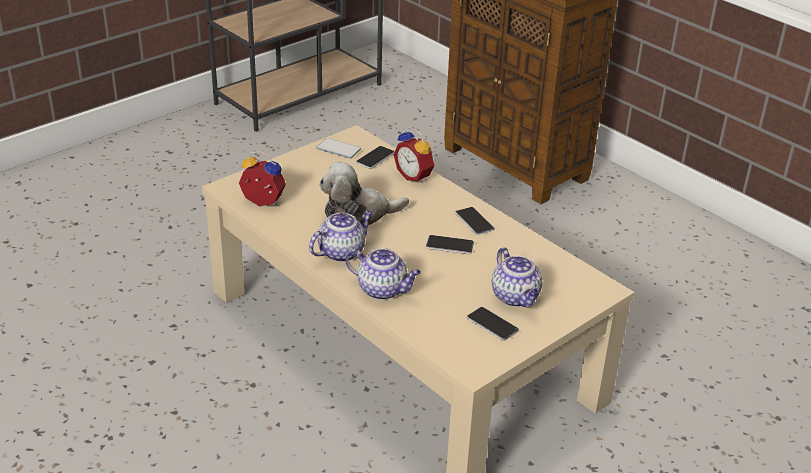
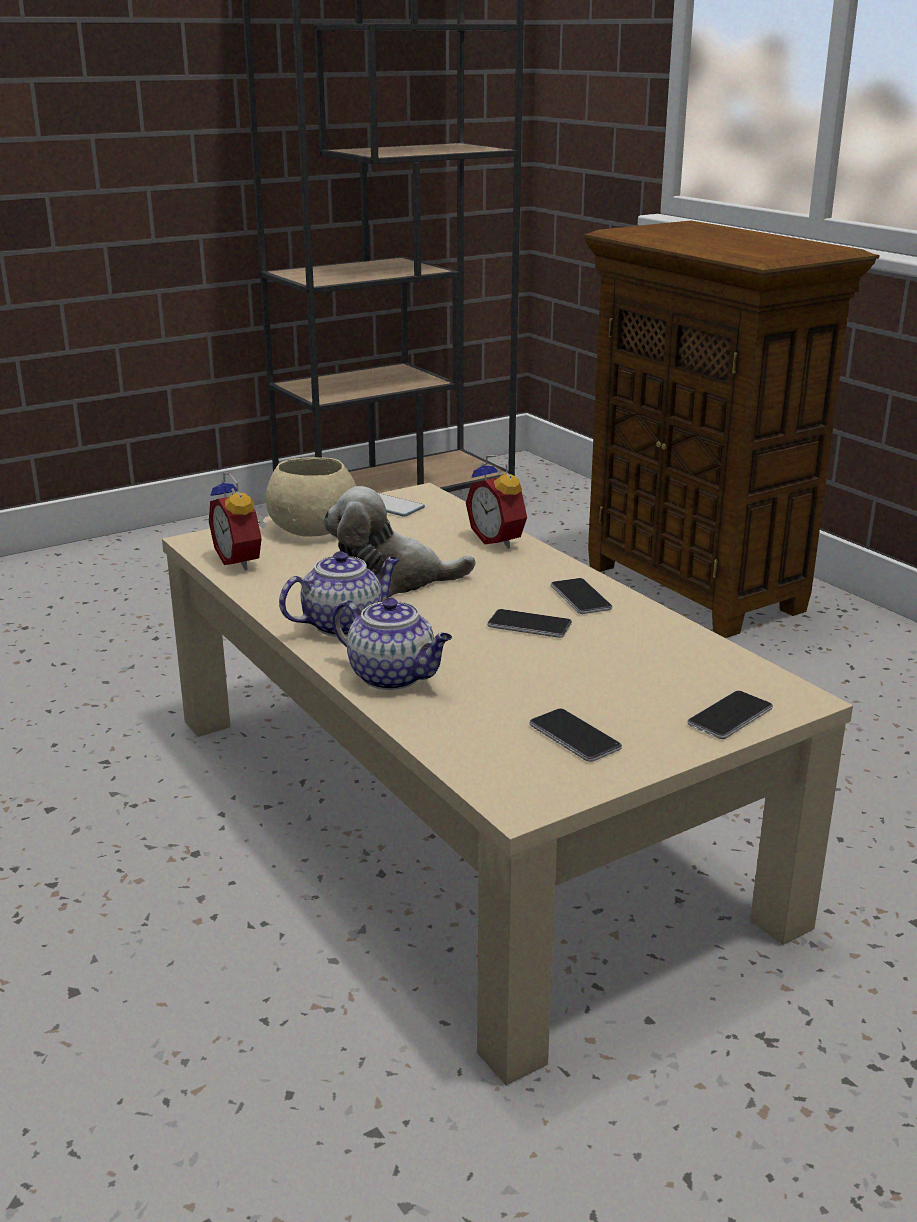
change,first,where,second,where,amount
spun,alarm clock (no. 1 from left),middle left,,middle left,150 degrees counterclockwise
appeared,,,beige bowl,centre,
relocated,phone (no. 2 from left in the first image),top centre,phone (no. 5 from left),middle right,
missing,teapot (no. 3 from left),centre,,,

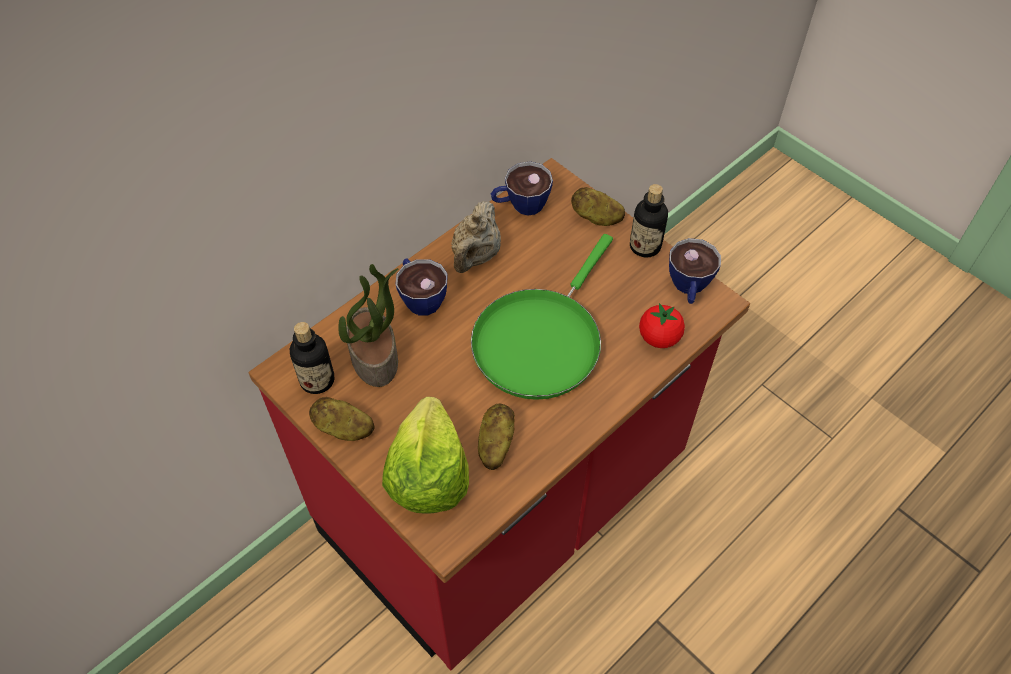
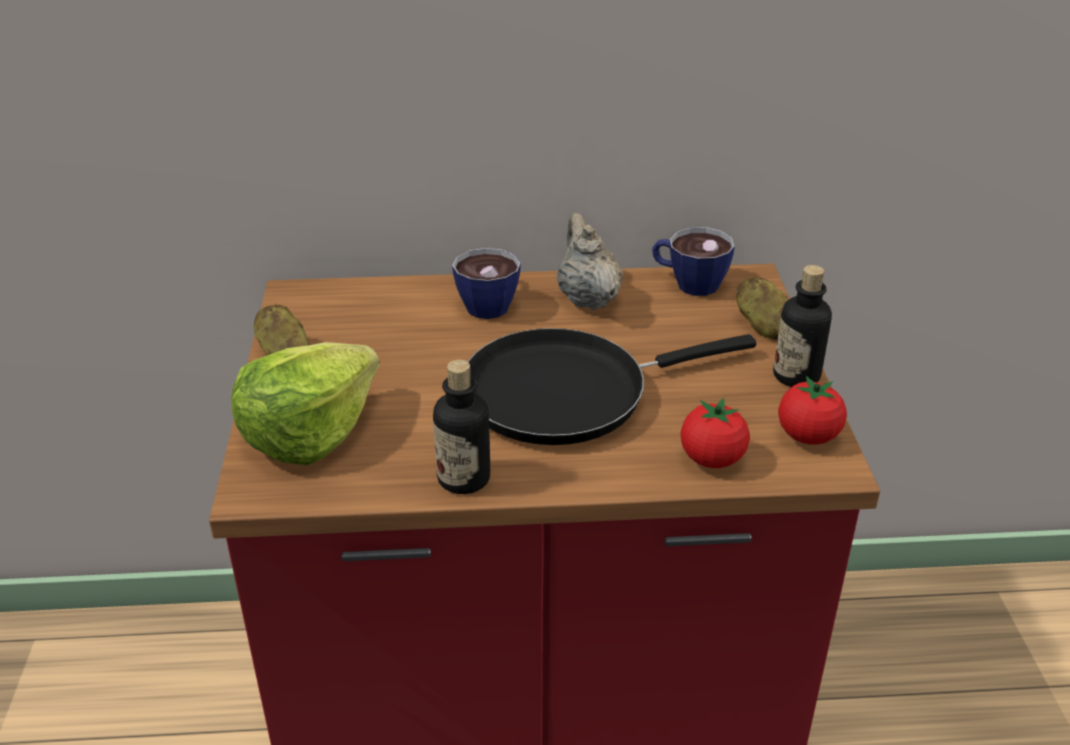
change,first,where,second,where,amount
relocated,bottle (no. 1 from left),middle left,,centre,
colour,green frying pan,centre,black frying pan,centre,
spun,beige teapot,centre,,centre,105 degrees clockwise
exchanged,cup (no. 3 from left),middle right,tomato (no. 2 from left),middle right,
missing,potted plant,centre,,,
missing,potato (no. 2 from left),centre,,,

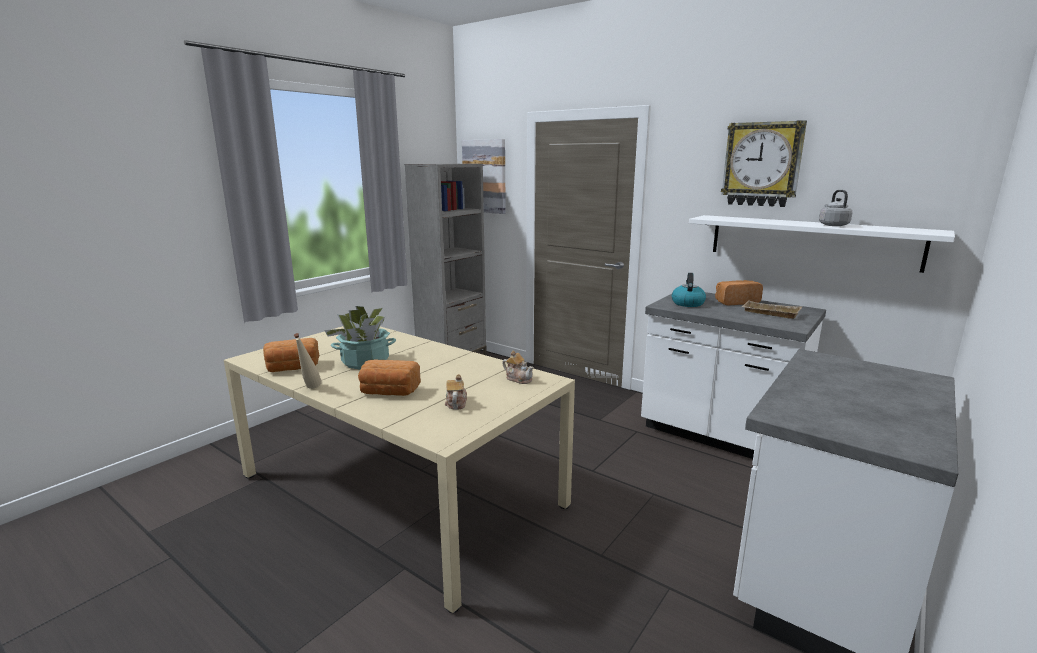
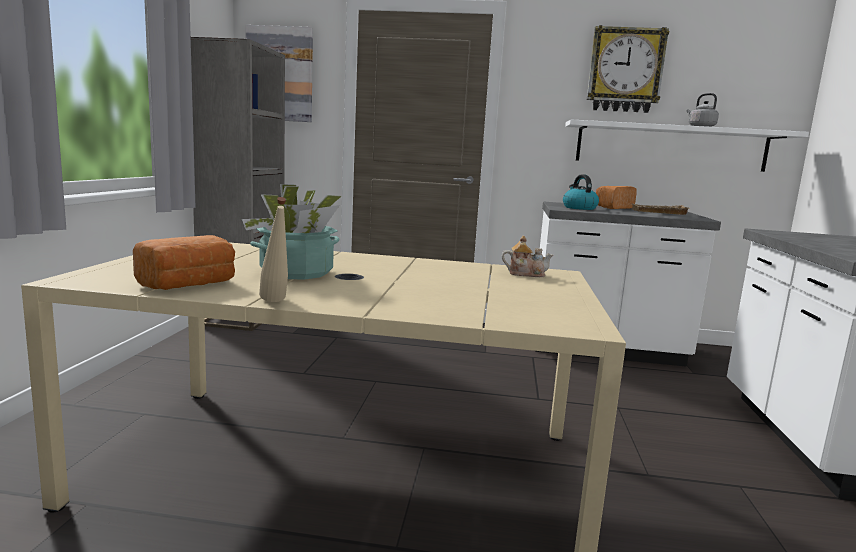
change,first,where,second,where,amount
missing,bread (no. 2 from left),centre,,,
missing,teapot (no. 1 from left),centre,,,

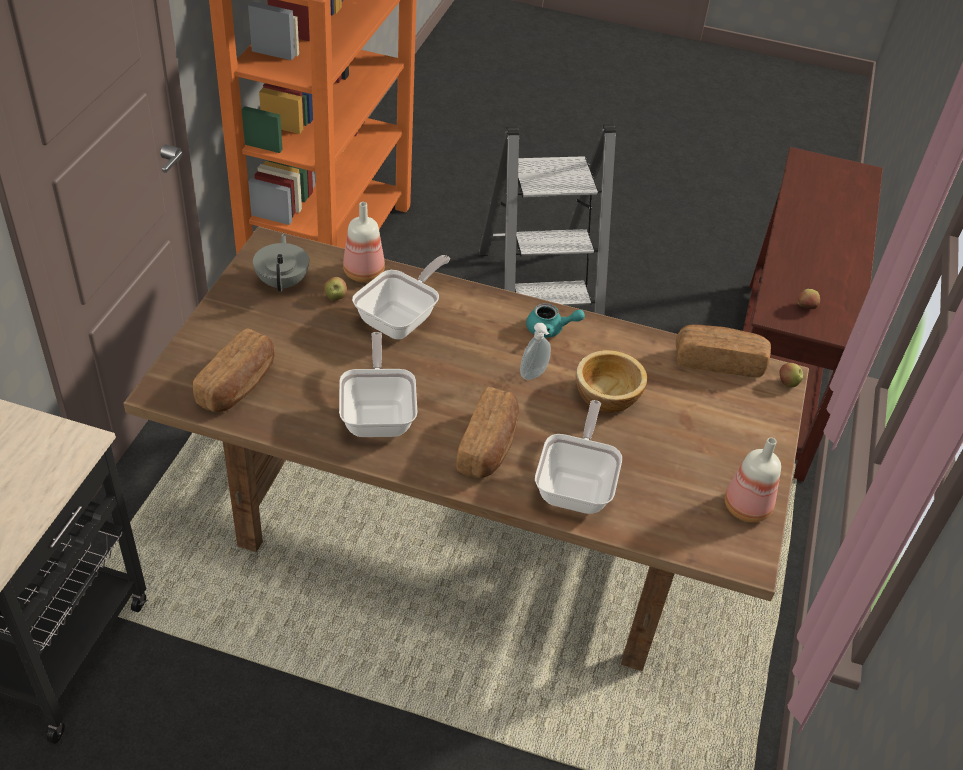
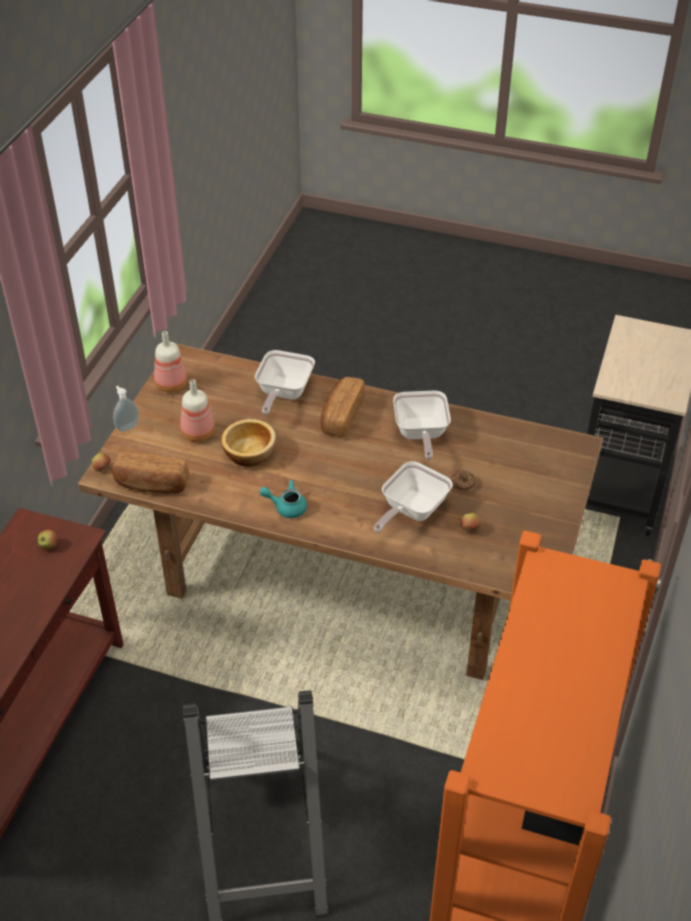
change,first,where,second,where,amount
relocated,soap dispenser,centre,,middle left,
relocated,bottle (no. 1 from left in the first image),top centre,bottle (no. 2 from left),middle left,
appeared,,,donut,middle right,
missing,bread (no. 1 from left),middle left,,,
missing,grey teapot,middle left,,,

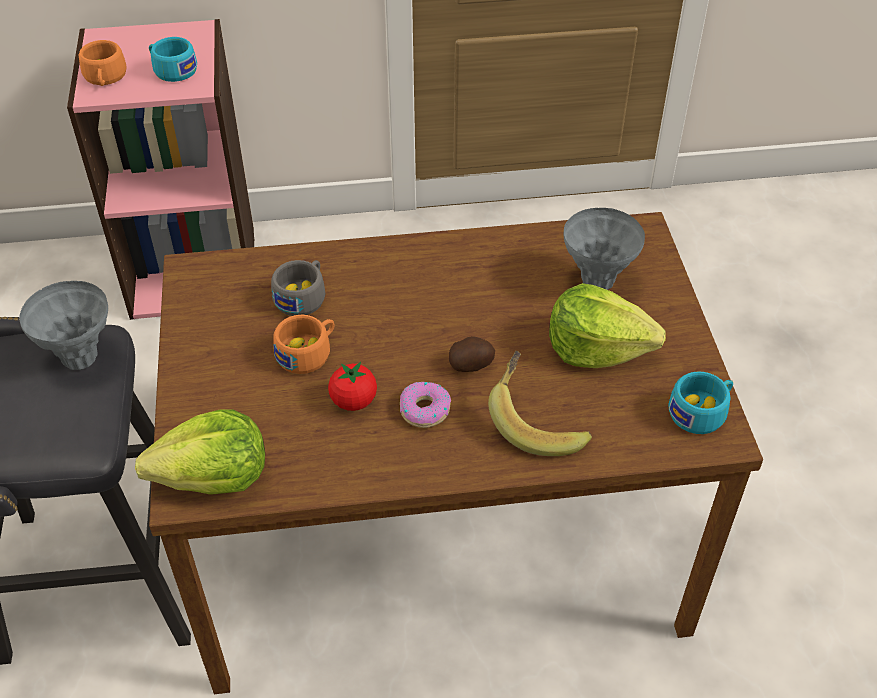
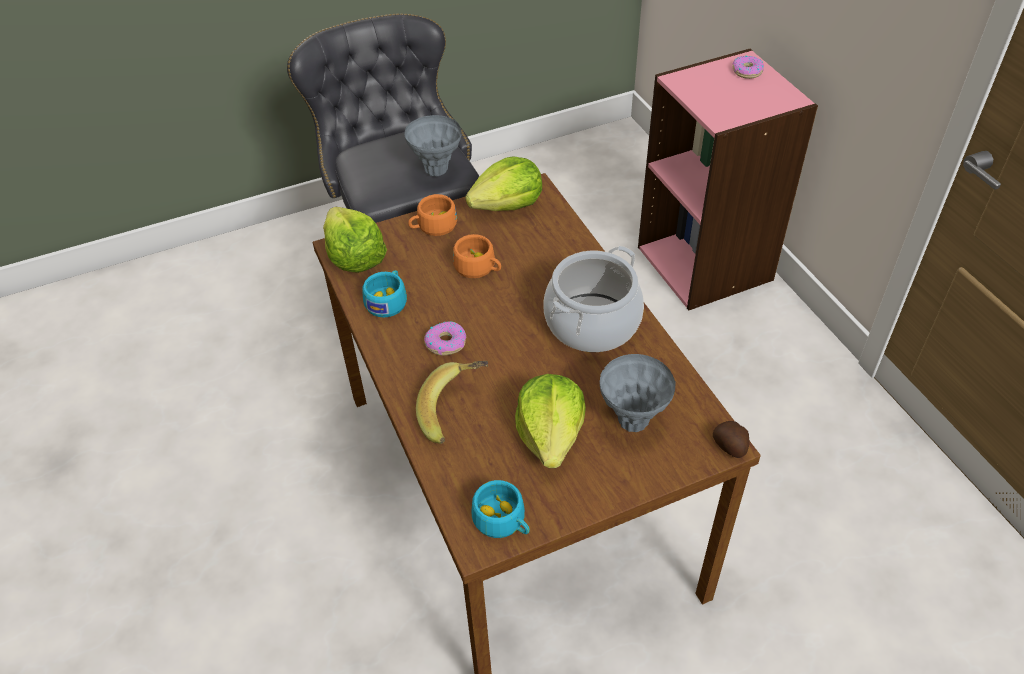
change,first,where,second,where,amount
relocated,turquoise cup (no. 1 from left),top left,,centre,
relocated,orange cup (no. 1 from left),top left,,top centre,
appeared,,,lettuce (no. 2 from left),top centre,
appeared,,,cooking pot,centre,
relocated,potato,centre,,middle right,
appeared,,,donut (no. 2 from left),top right,
missing,grey cup,centre,,,
missing,tomato,centre,,,

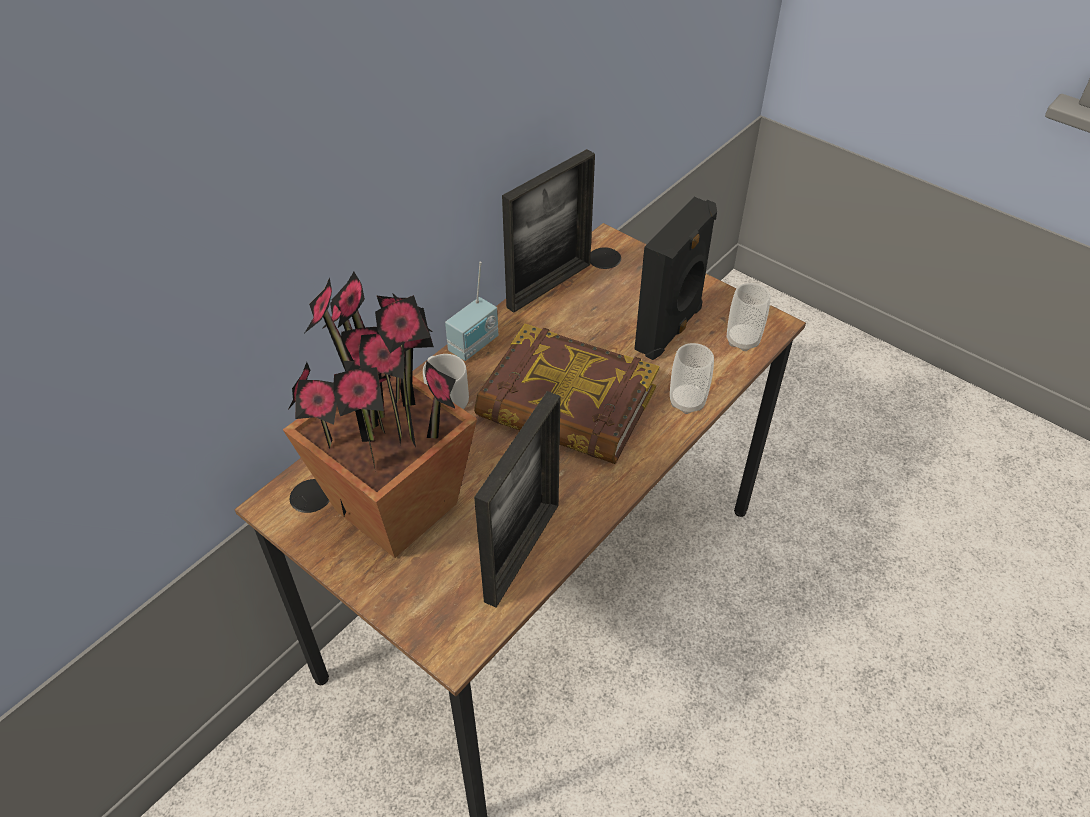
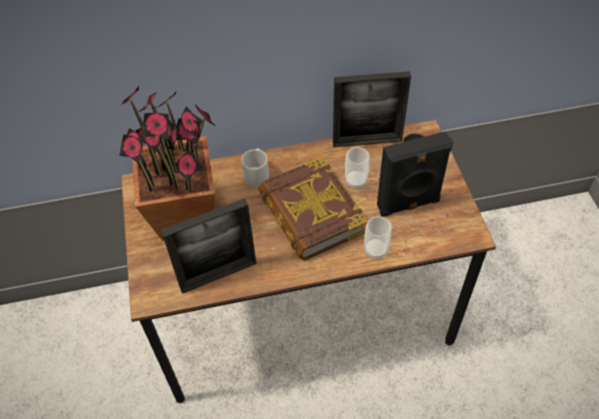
change,first,where,second,where,amount
relocated,cup (no. 2 from left in the first image),middle right,cup (no. 1 from left),centre,
missing,radio,centre,,,

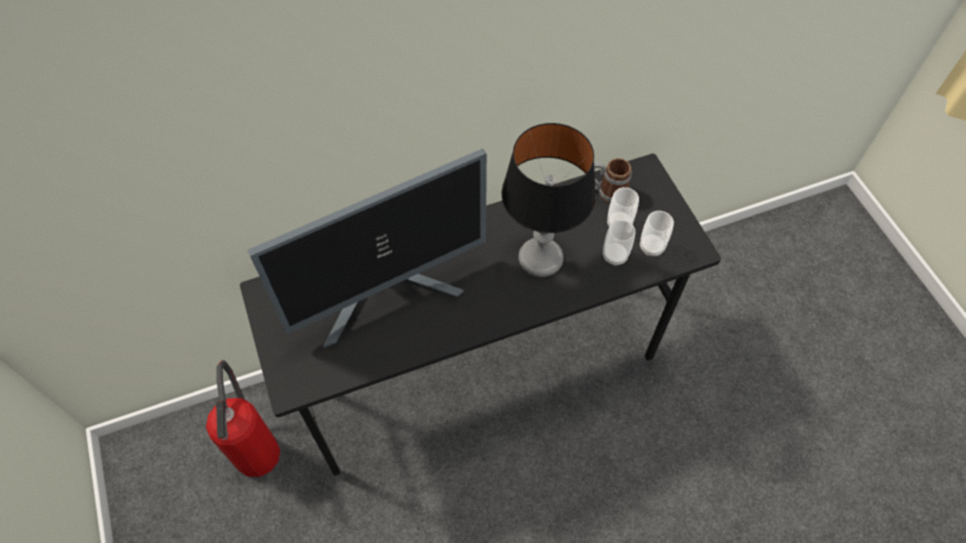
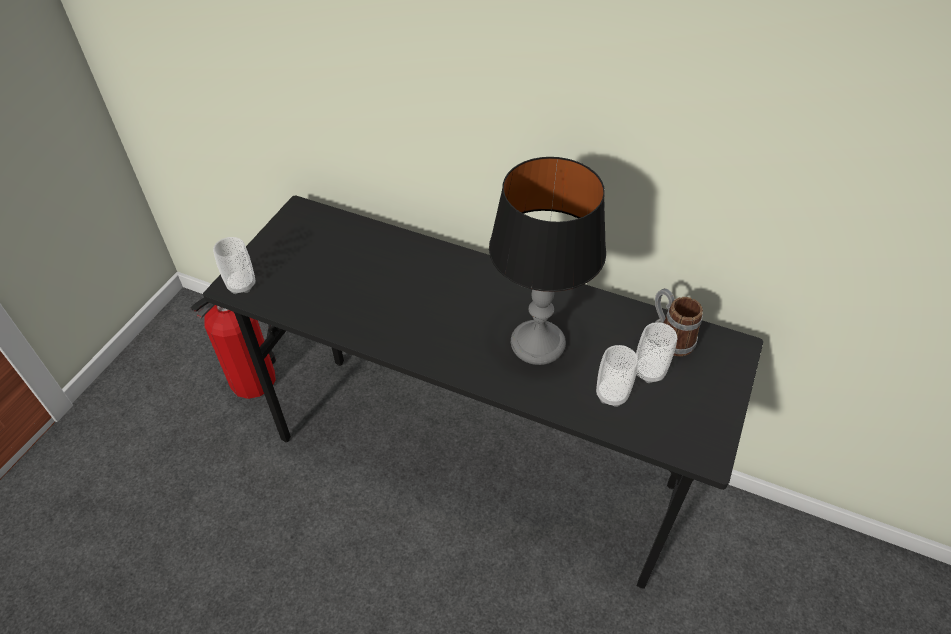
change,first,where,second,where,amount
relocated,cup (no. 3 from left in the first image),middle right,cup (no. 1 from left),middle left,
missing,monitor,centre,,,

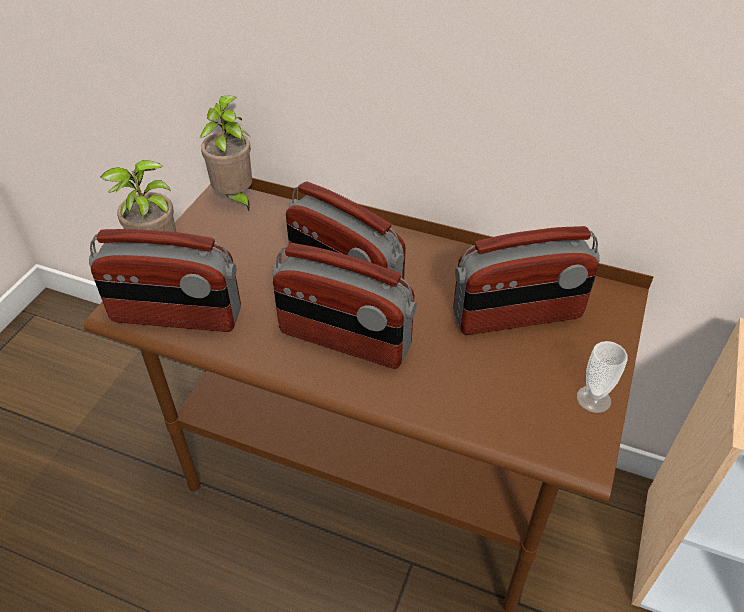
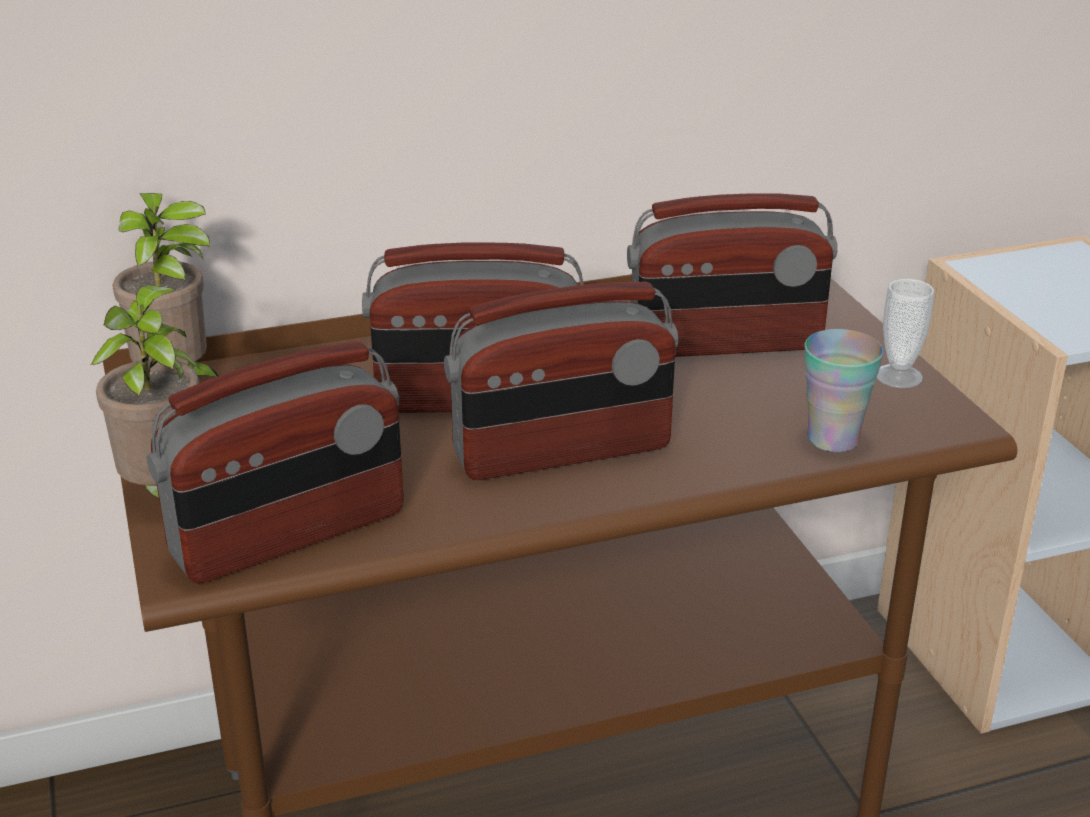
change,first,where,second,where,amount
spun,radio (no. 4 from left),middle right,,middle right,45 degrees clockwise
appeared,,,cup (no. 1 from left),middle right,

